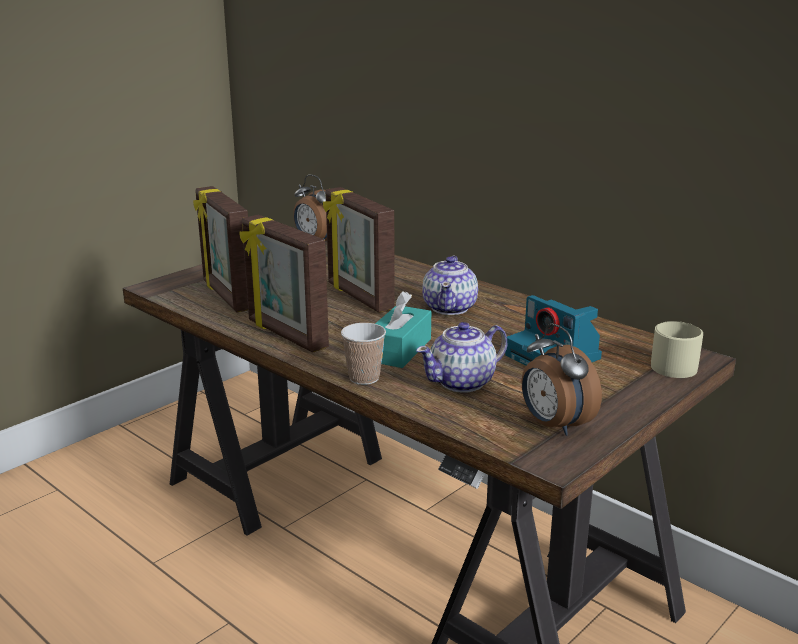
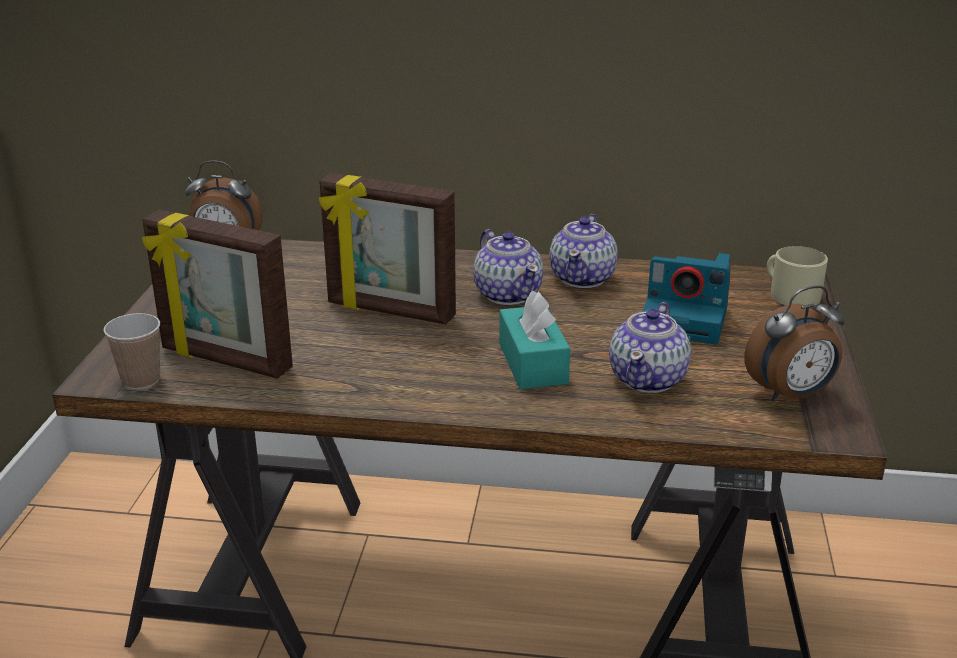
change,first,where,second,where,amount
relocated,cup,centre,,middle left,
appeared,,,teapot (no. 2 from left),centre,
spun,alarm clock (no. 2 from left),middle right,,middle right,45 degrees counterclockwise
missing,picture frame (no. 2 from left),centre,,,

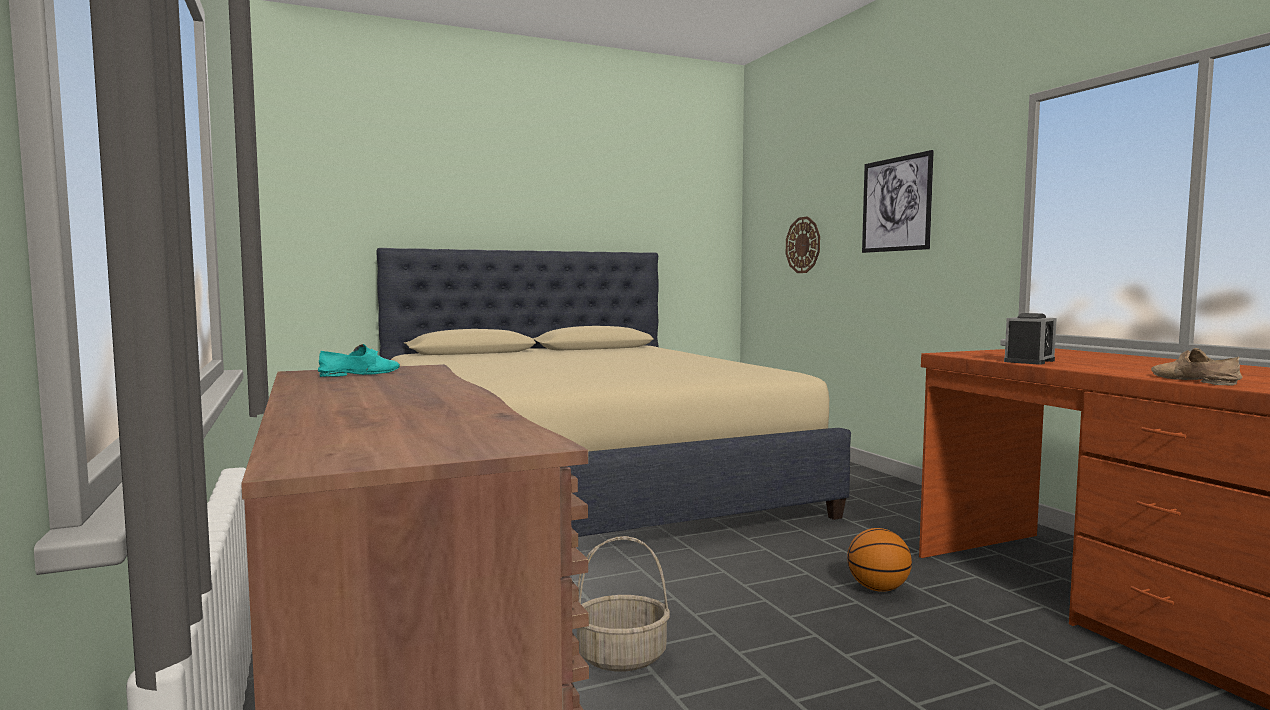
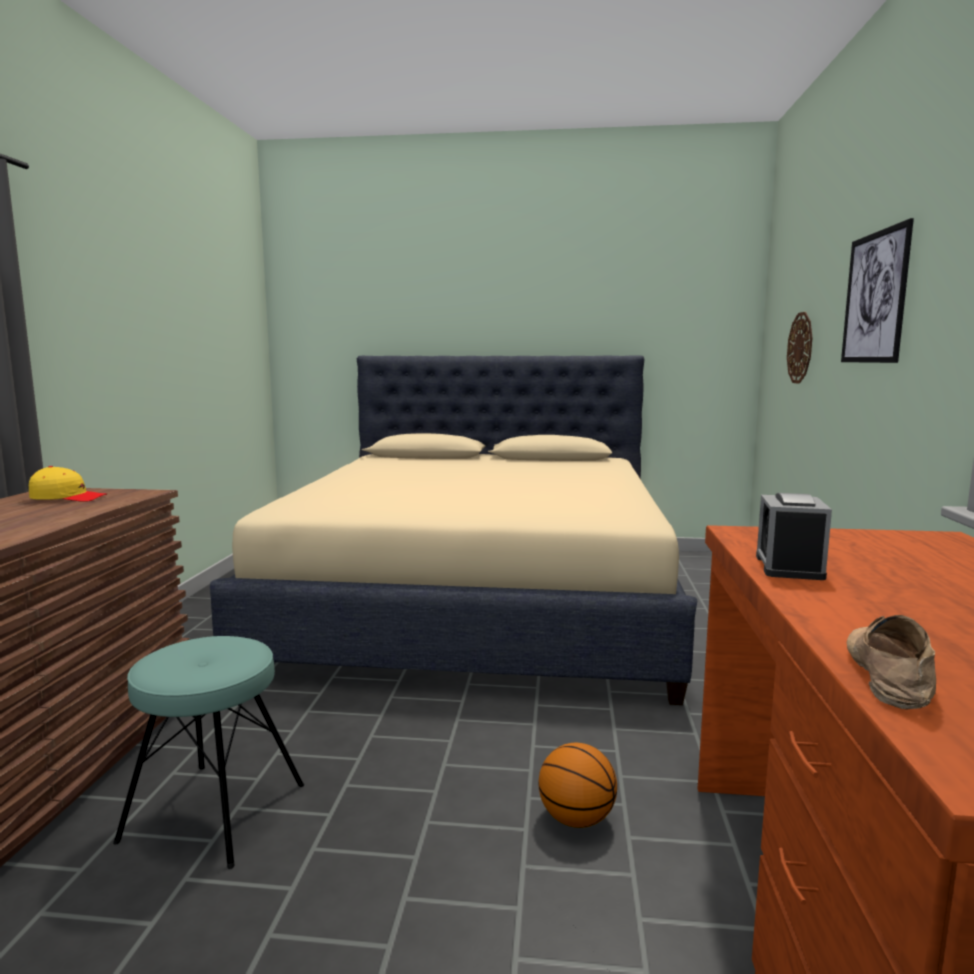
change,first,where,second,where,amount
exchanged,turquoise shoe,middle left,yellow cap,middle left,
exchanged,basket,bottom centre,turquoise stool,bottom left,
spun,alarm clock,middle right,,middle right,120 degrees clockwise

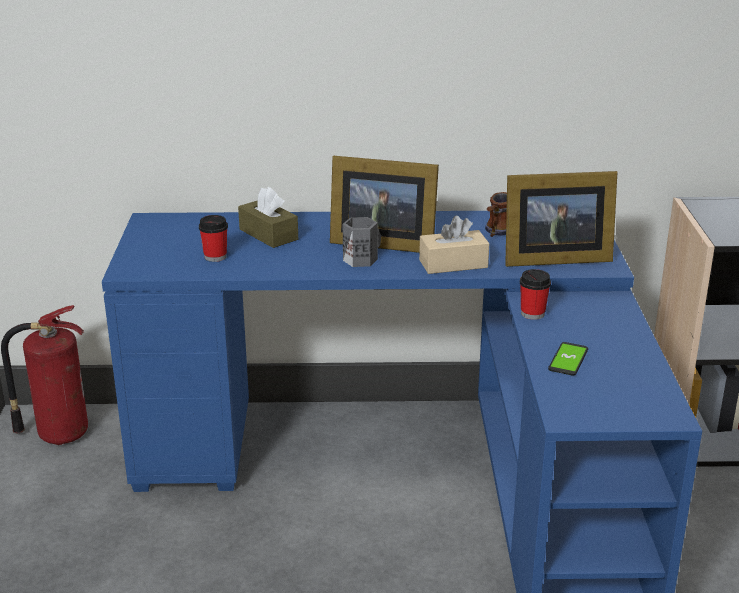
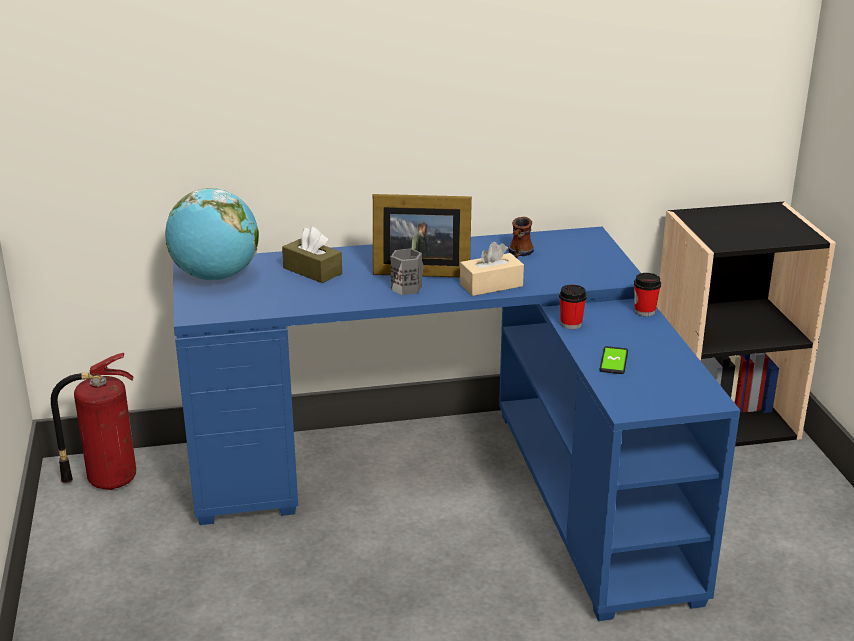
change,first,where,second,where,amount
appeared,,,globe,middle left,
relocated,cup (no. 1 from left in the first image),middle left,cup (no. 2 from left),middle right,
missing,picture frame (no. 2 from left),middle right,,,

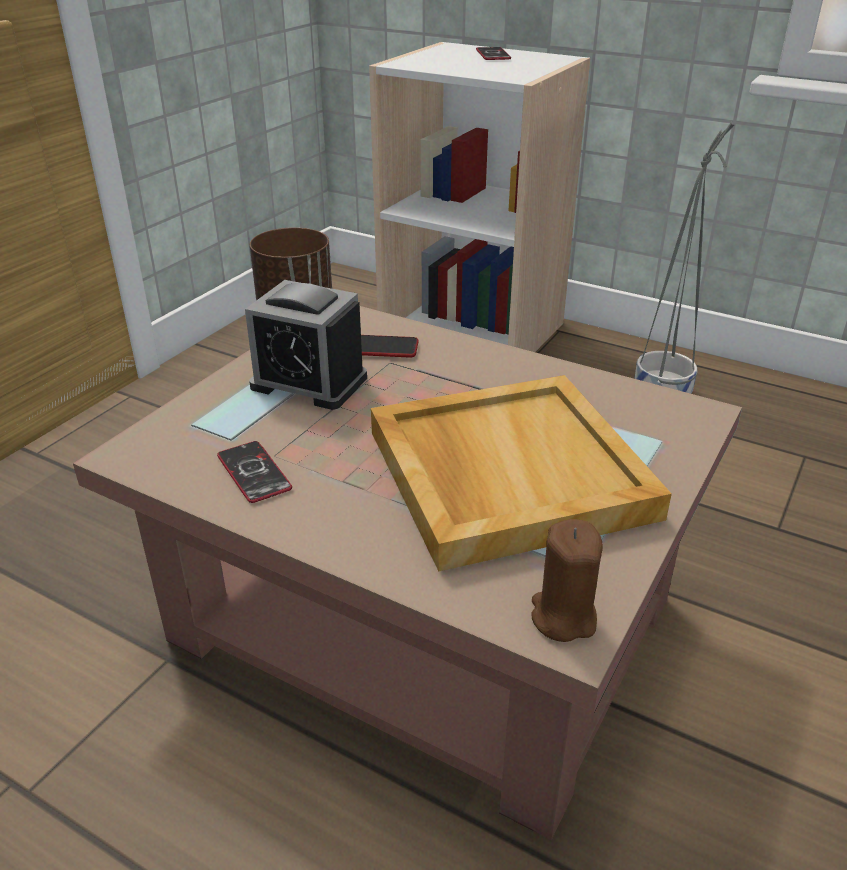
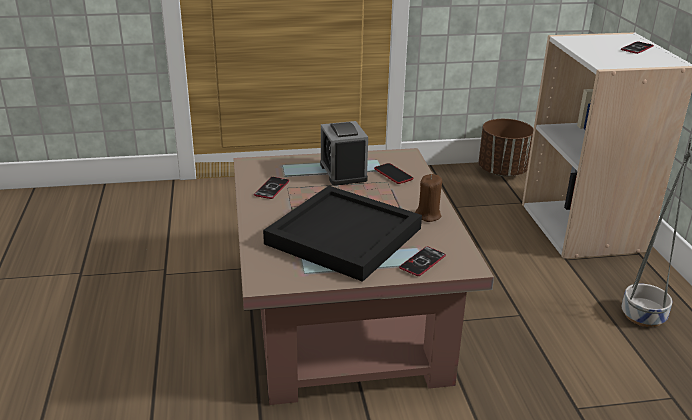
change,first,where,second,where,amount
colour,beige tray,centre,black tray,centre,
appeared,,,phone (no. 3 from left),centre,
relocated,brown candle,bottom right,,centre,

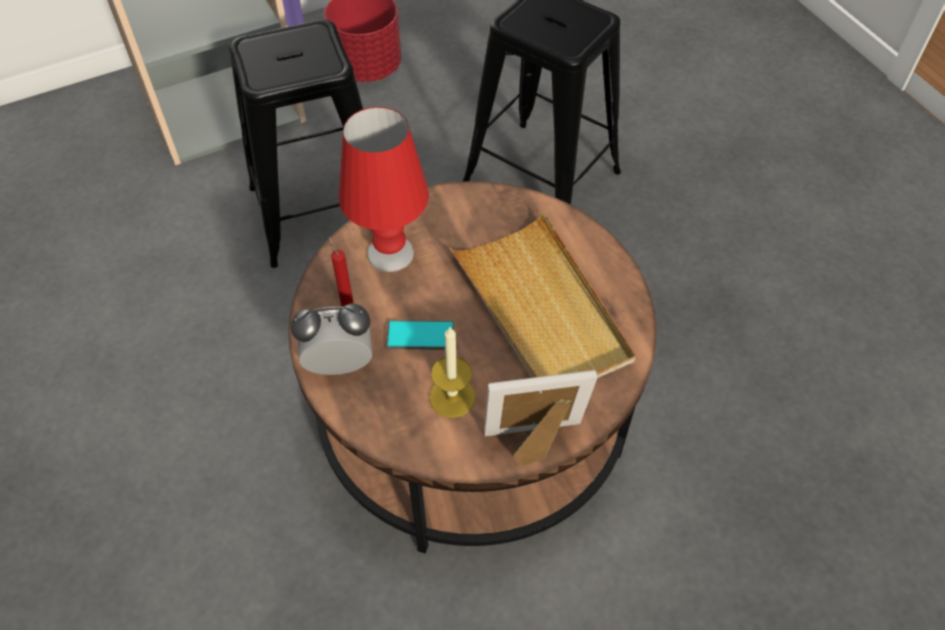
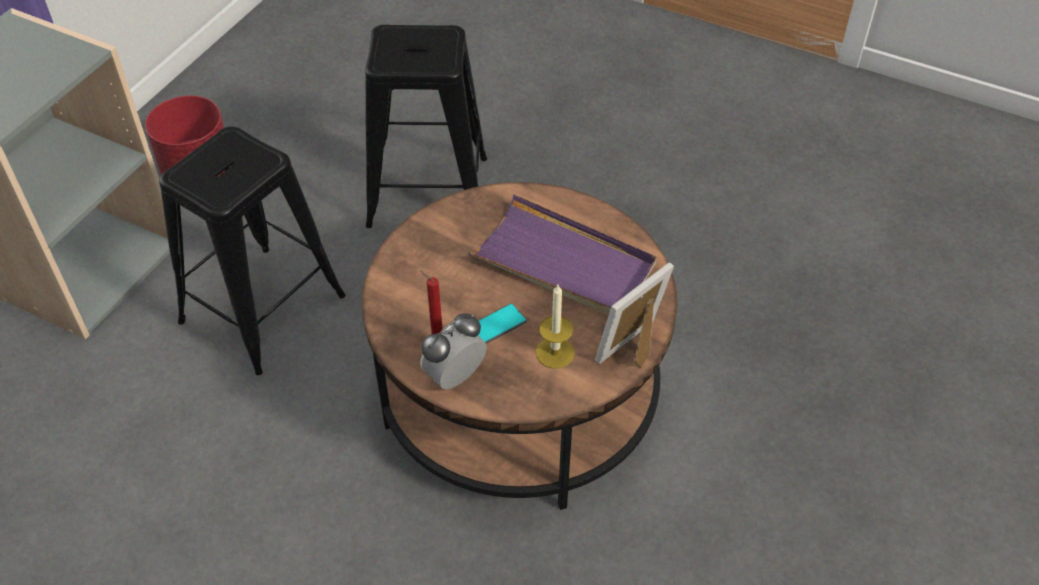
change,first,where,second,where,amount
colour,beige tray,centre,purple tray,centre,
missing,red table lamp,top centre,,,

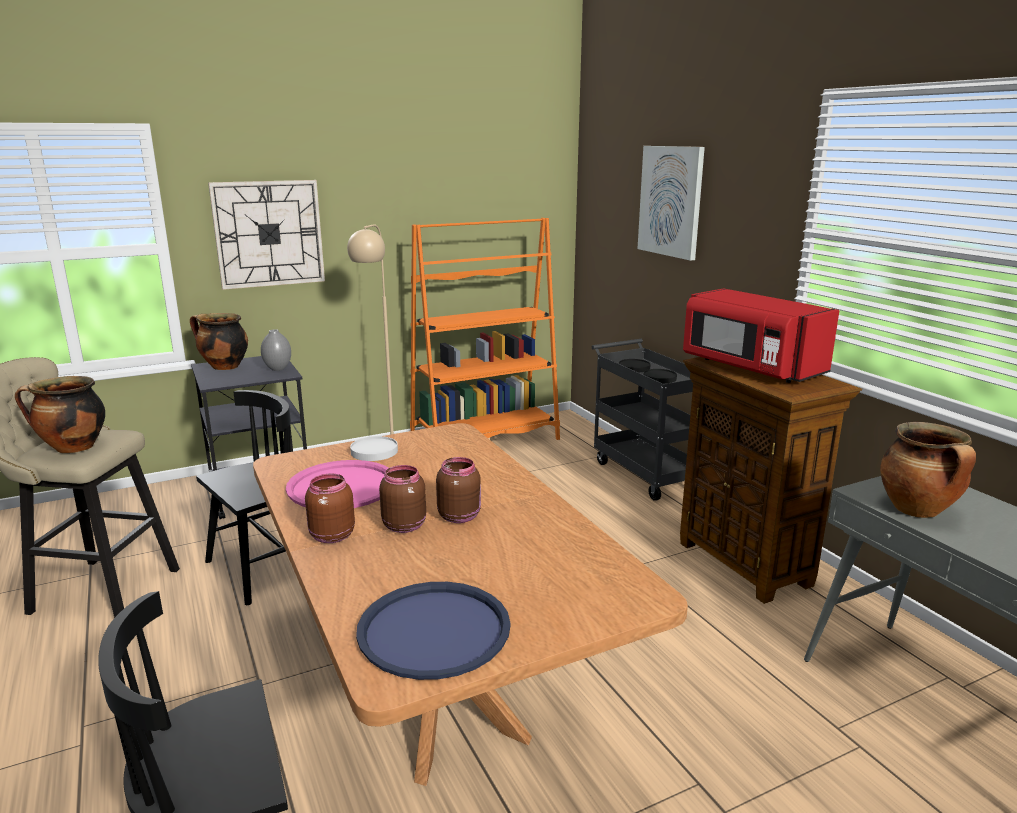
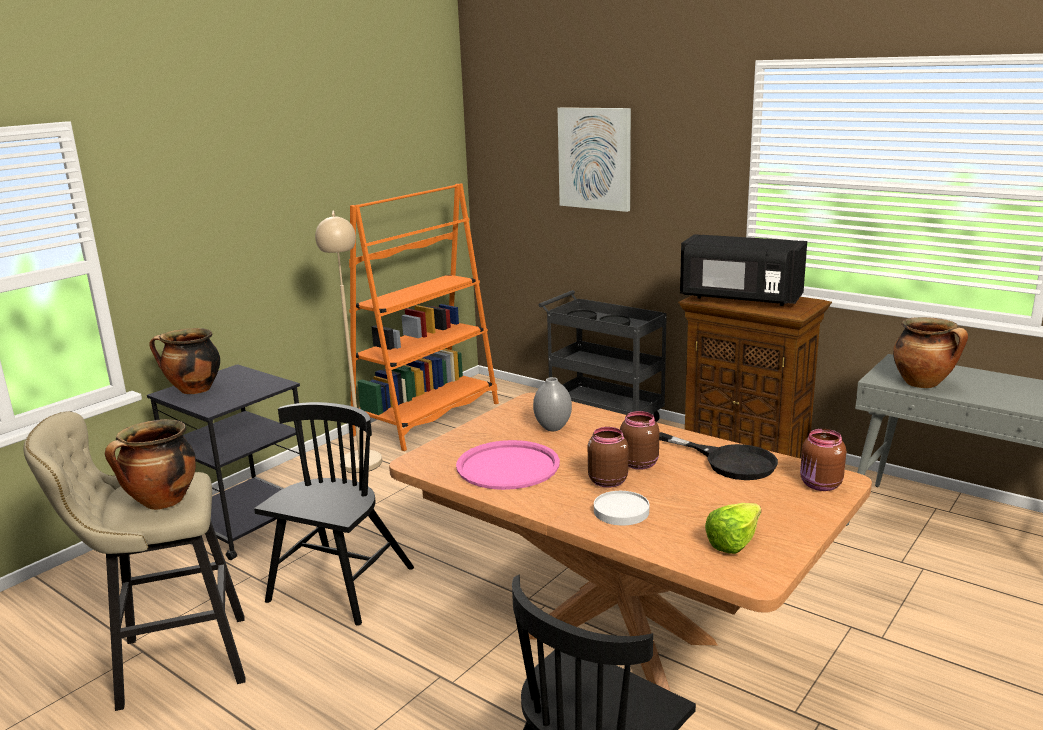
change,first,where,second,where,amount
relocated,grey vase,middle left,,centre,
relocated,white plate,centre,,bottom centre,
appeared,,,black frying pan,middle right,
colour,red microwave,middle right,black microwave,middle right,
exchanged,blue tray,bottom centre,lettuce,bottom right,
relocated,brown jar (no. 1 from left in the first image),middle left,brown jar (no. 3 from left),middle right,
missing,wall clock,top left,,,

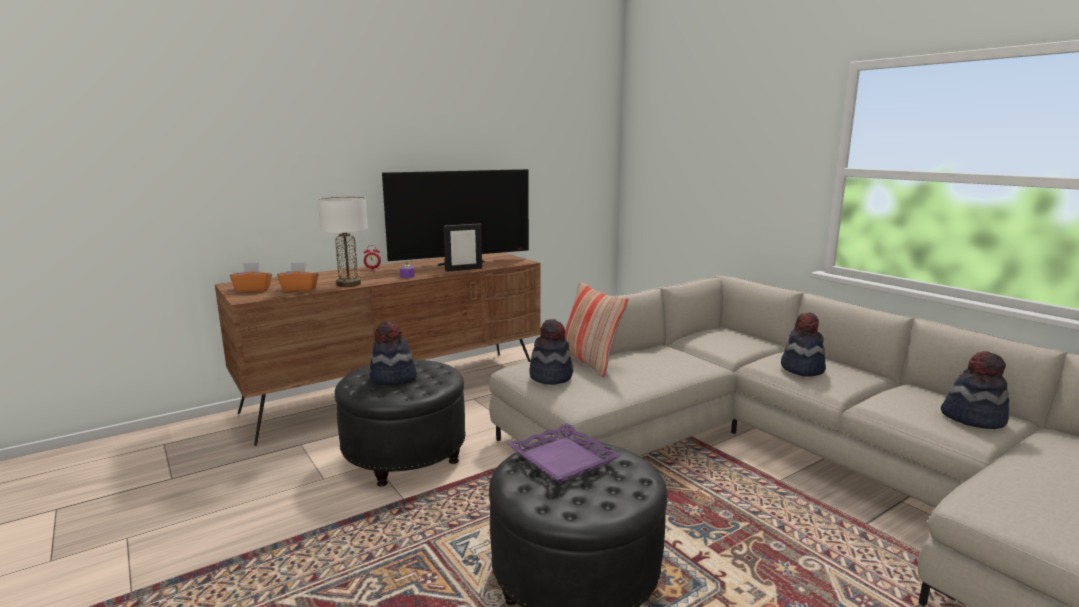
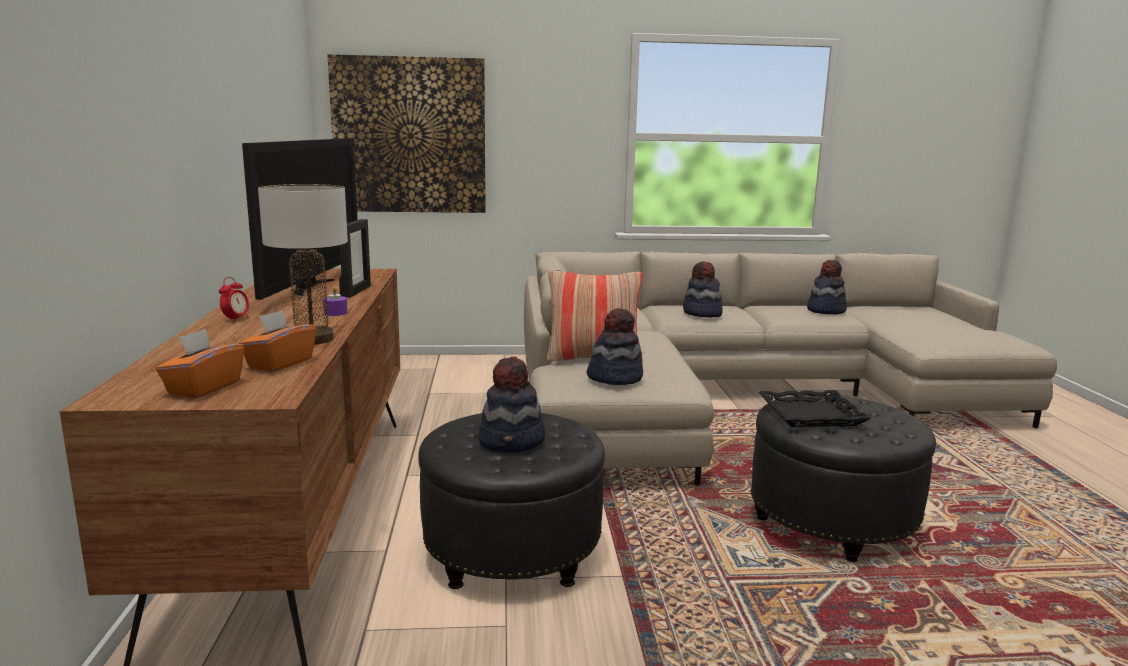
change,first,where,second,where,amount
appeared,,,picture,top centre,
colour,purple tray,bottom centre,black tray,middle right,

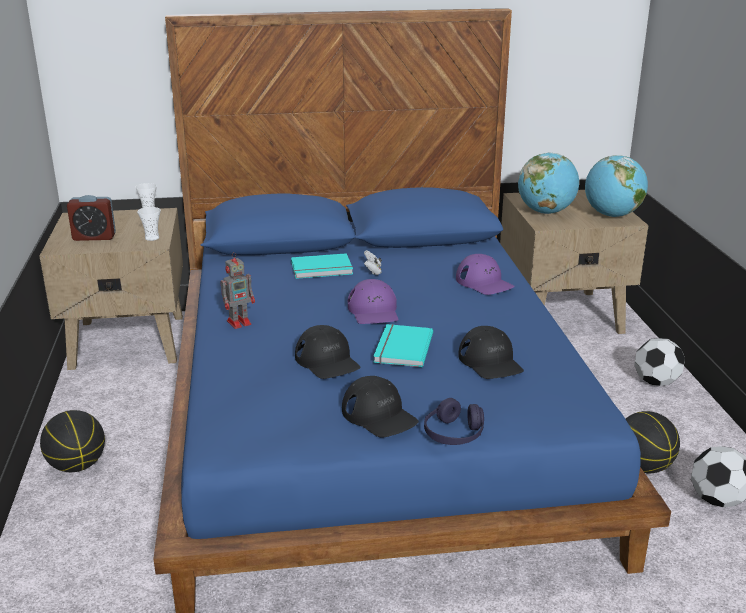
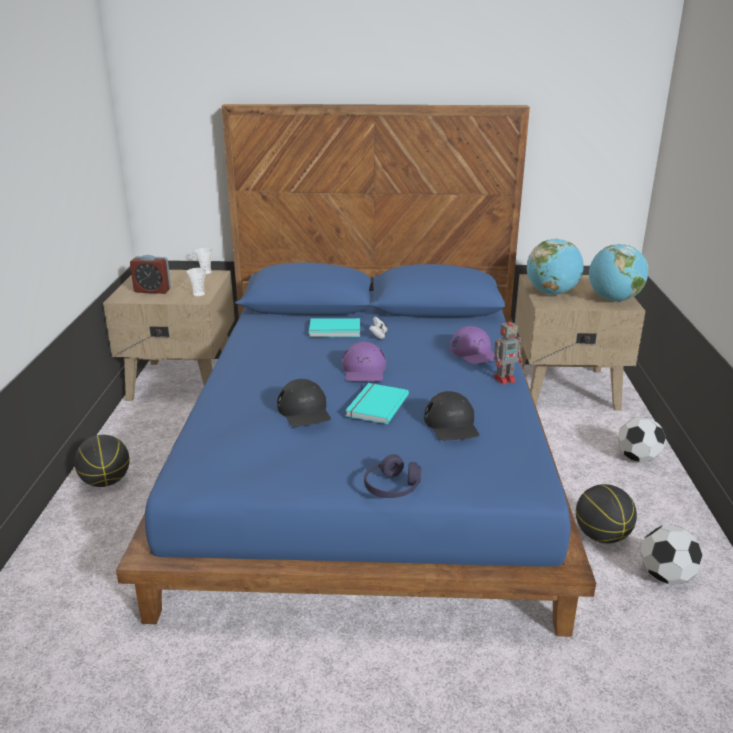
change,first,where,second,where,amount
relocated,toy robot,middle left,,middle right,
missing,black cap (no. 2 from left),centre,,,

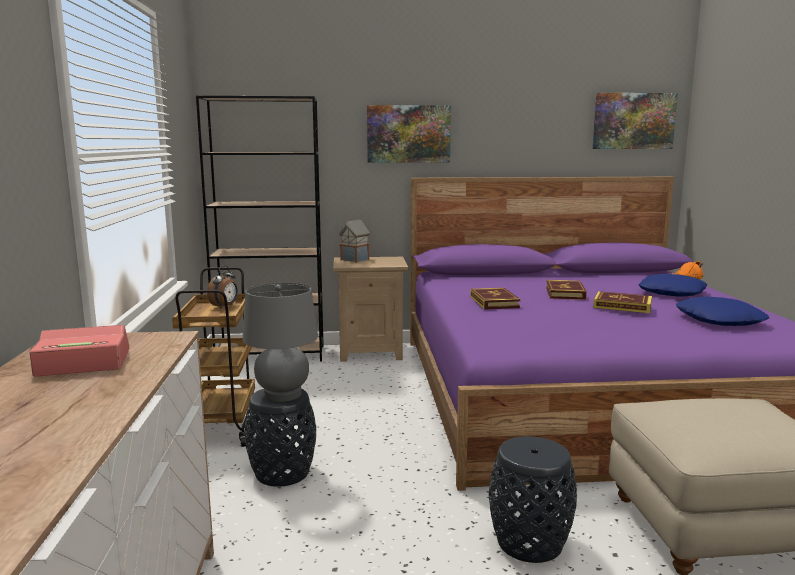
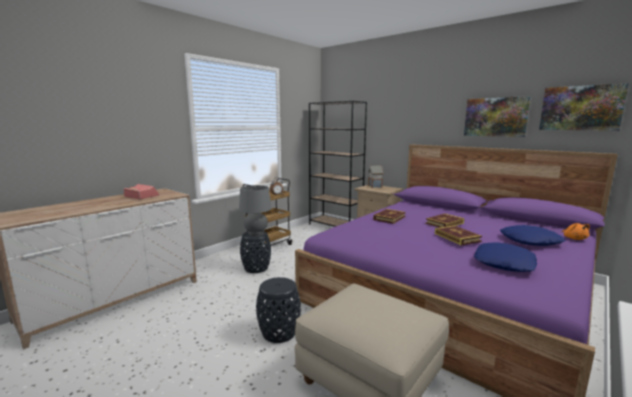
change,first,where,second,where,amount
relocated,picture (no. 1 from left),top centre,,top right,

